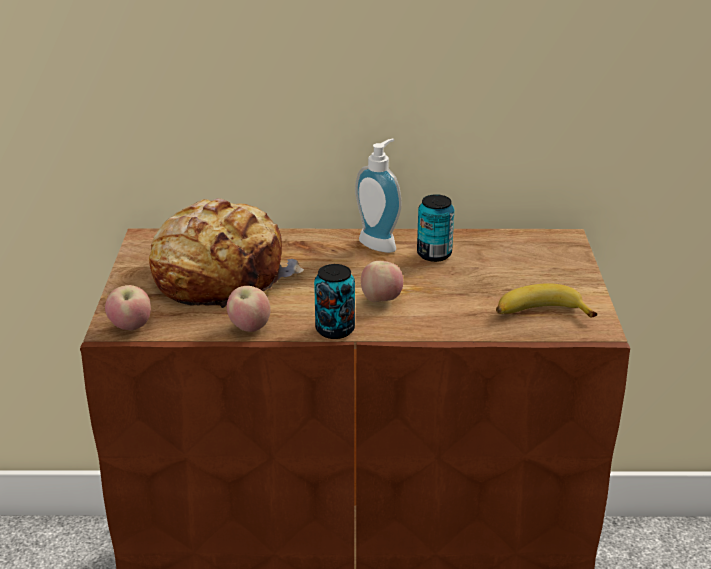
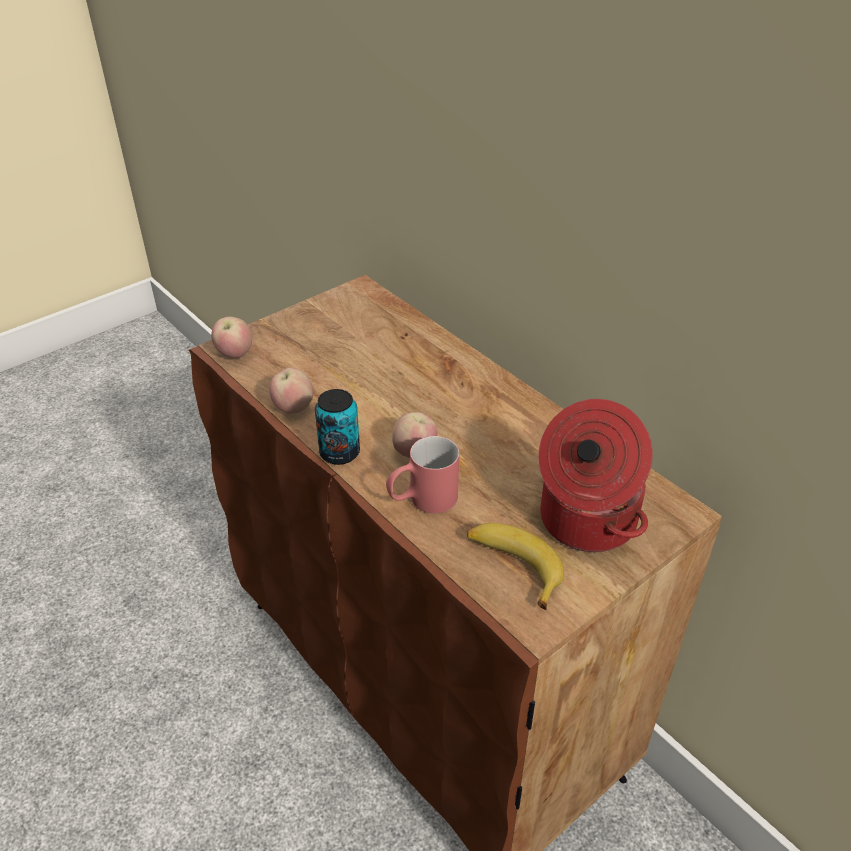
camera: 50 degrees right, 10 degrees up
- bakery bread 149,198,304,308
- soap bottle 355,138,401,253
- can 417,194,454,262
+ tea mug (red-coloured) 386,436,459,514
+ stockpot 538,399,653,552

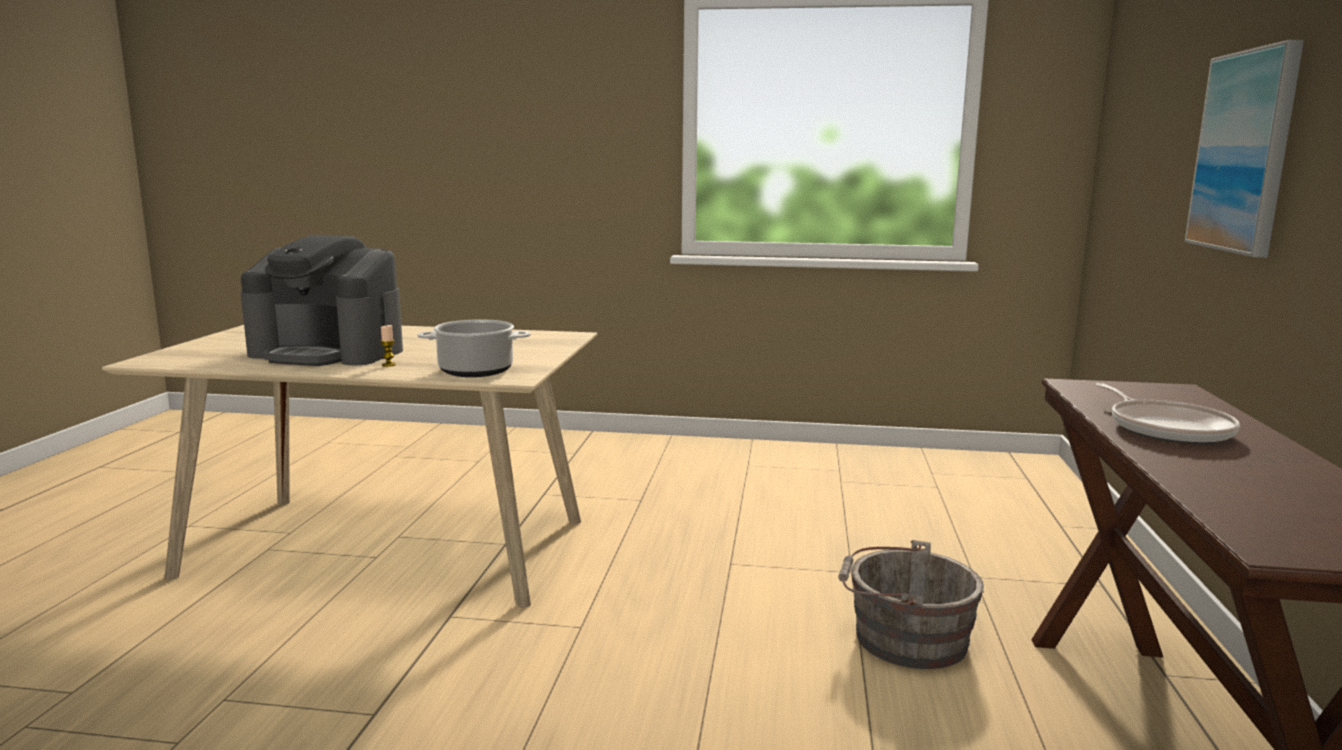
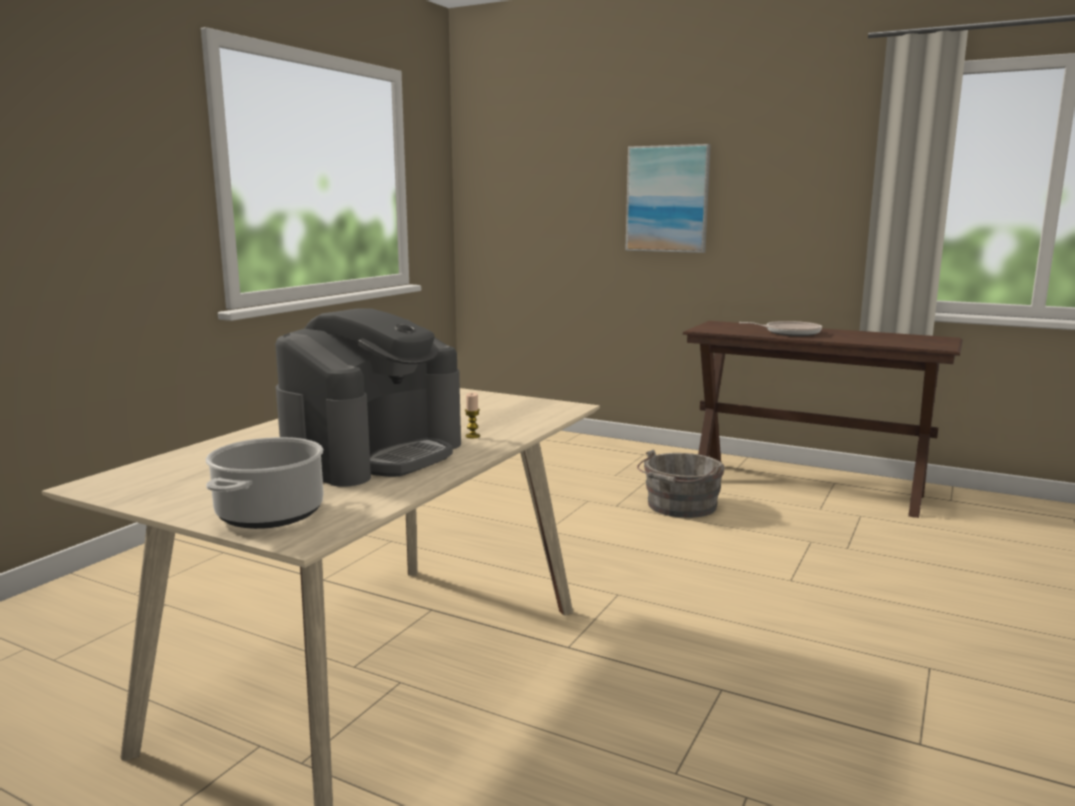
camera: 70 degrees left, 0 degrees up
~ stockpot 417,319,531,377 to 206,437,323,529

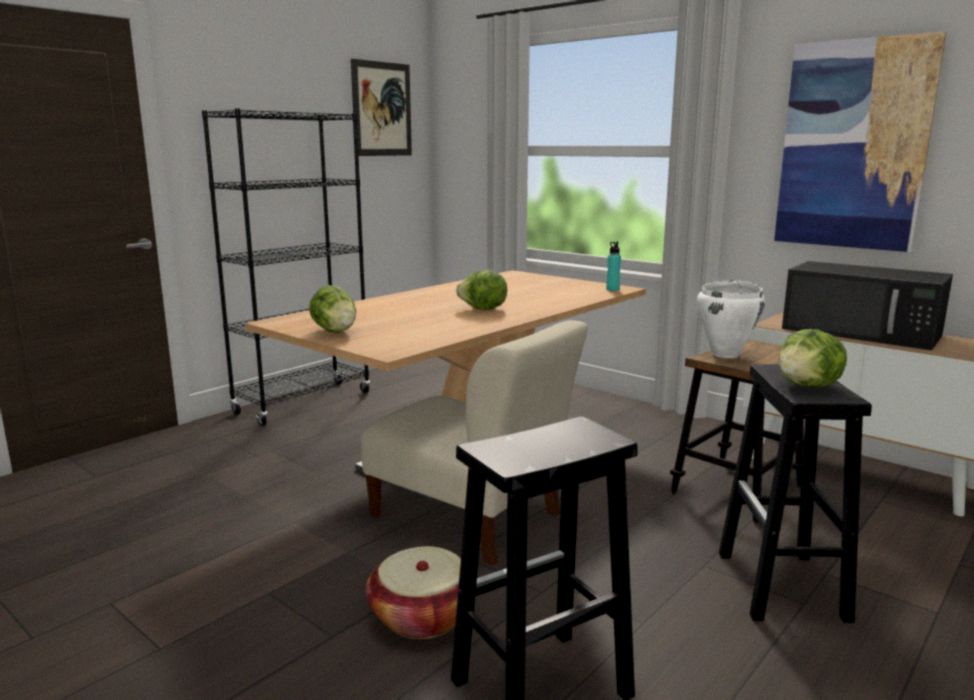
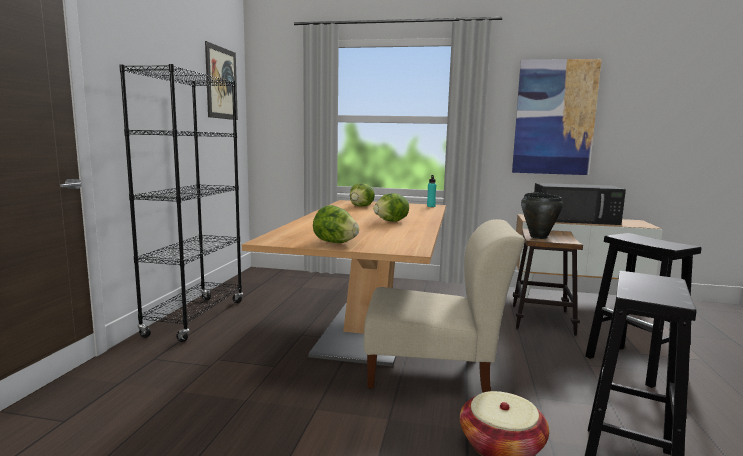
camera: 30 degrees left, 5 degrees down
~ stockpot (white-coloured) 697,280,765,358 to stockpot (black) 521,192,563,239
~ lettuce head 779,329,847,387 to 350,183,375,206

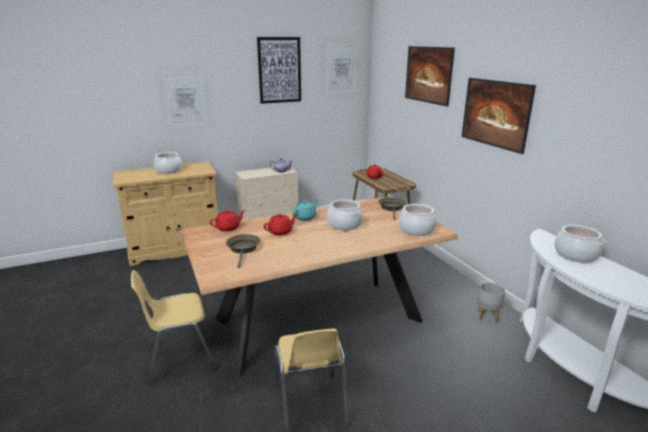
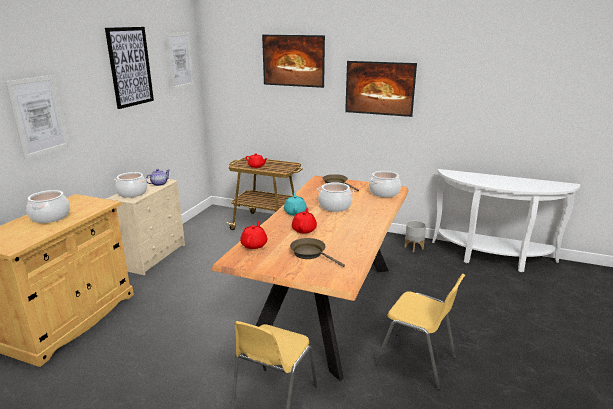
camera: 45 degrees left, 0 degrees up
~ stockpot 555,225,607,263 to 114,172,147,198

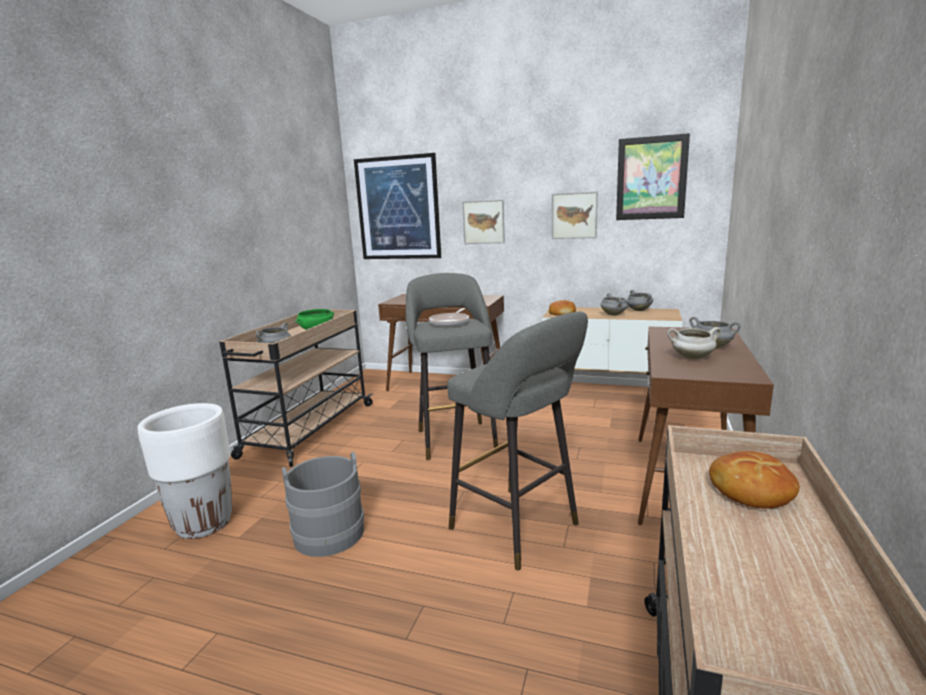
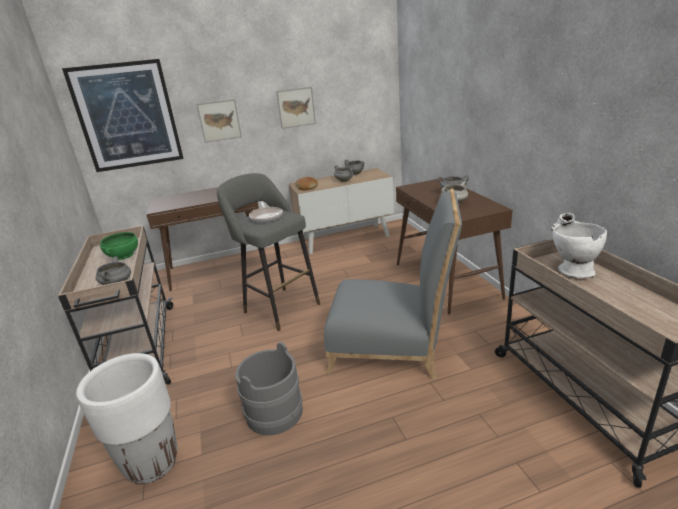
camera: 35 degrees left, 10 degrees up
~ stool (gray) 447,311,588,570 to plain chair (gray) 324,188,462,379
- picture 616,133,690,220
~ bakery bread 709,451,800,508 to vase (white-coloured) 551,213,607,278

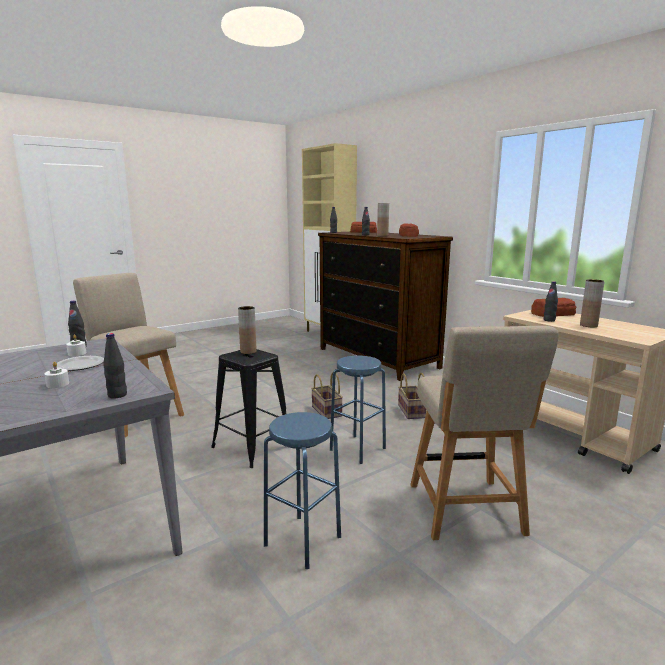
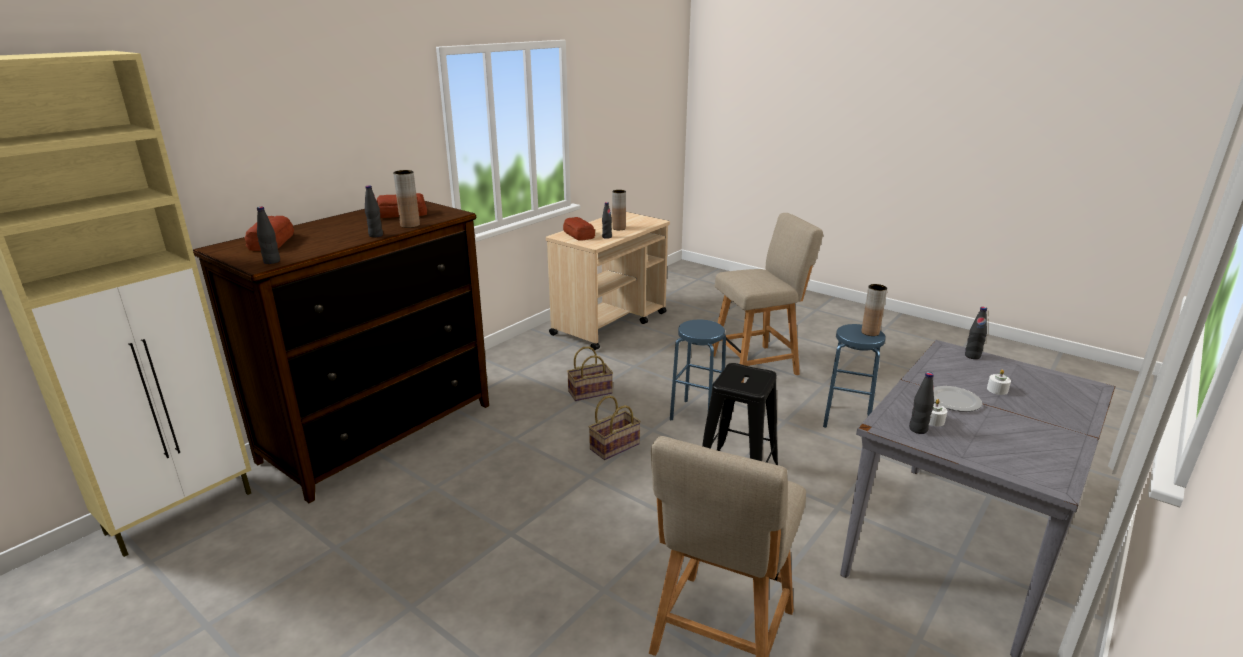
camera: 105 degrees left, 10 degrees up
~ vase (brown-coloured) 238,306,257,354 to 861,284,887,336

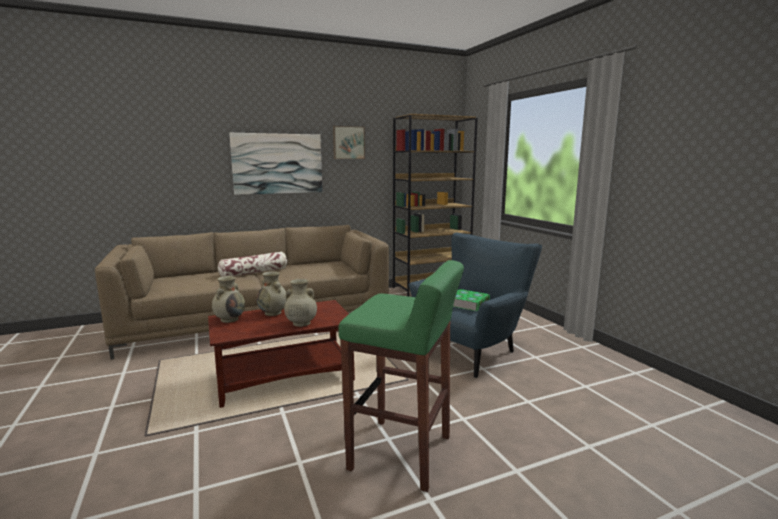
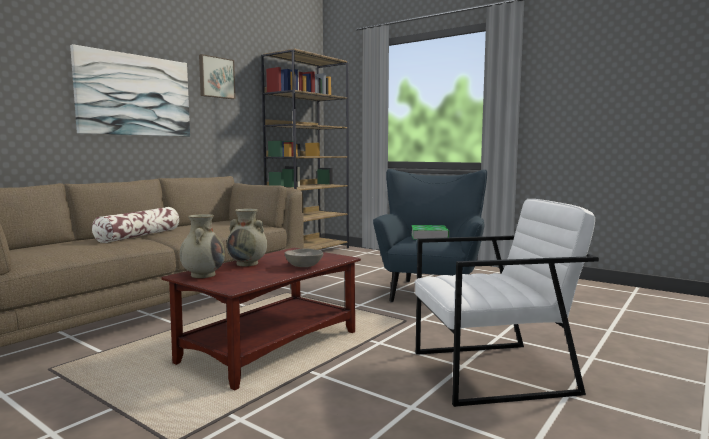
camera: 30 degrees left, 5 degrees down
~ vase (beige-coloured) 284,279,317,327 to serving bowl (gray) 284,249,323,267
~ stool (greenish) 339,260,464,492 to armchair (white-coloured) 415,199,599,407

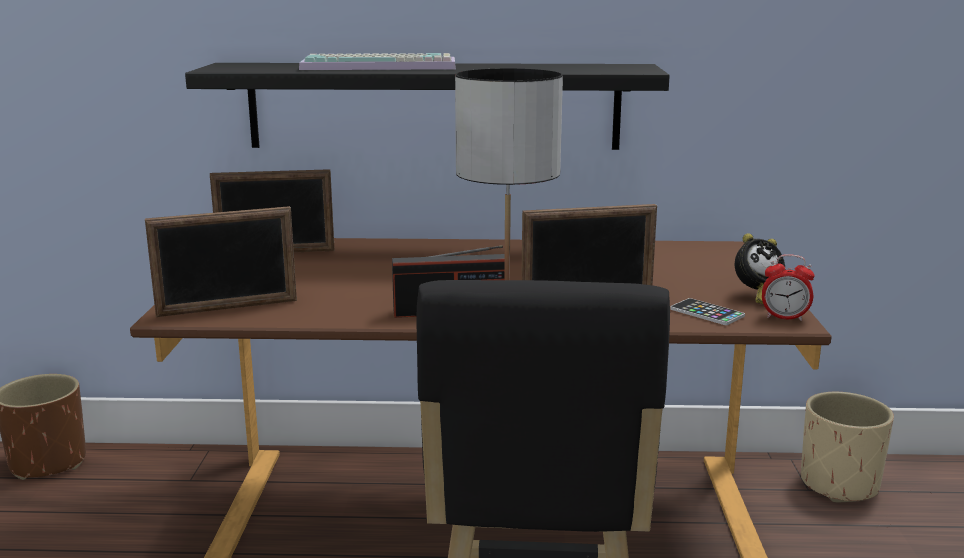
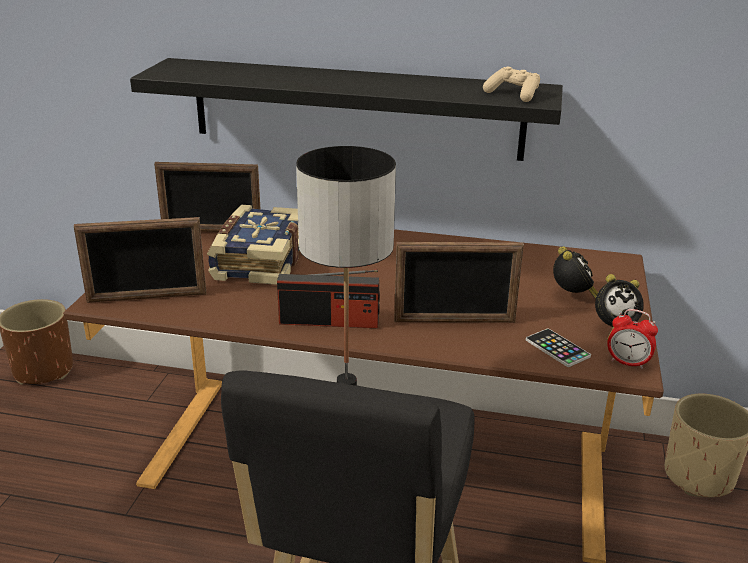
camera: 10 degrees right, 10 degrees up
- keyboard 299,53,456,70
+ bound book 207,205,300,285
+ game controller (beige-coloured) 483,67,540,102
+ table clock 553,246,598,299

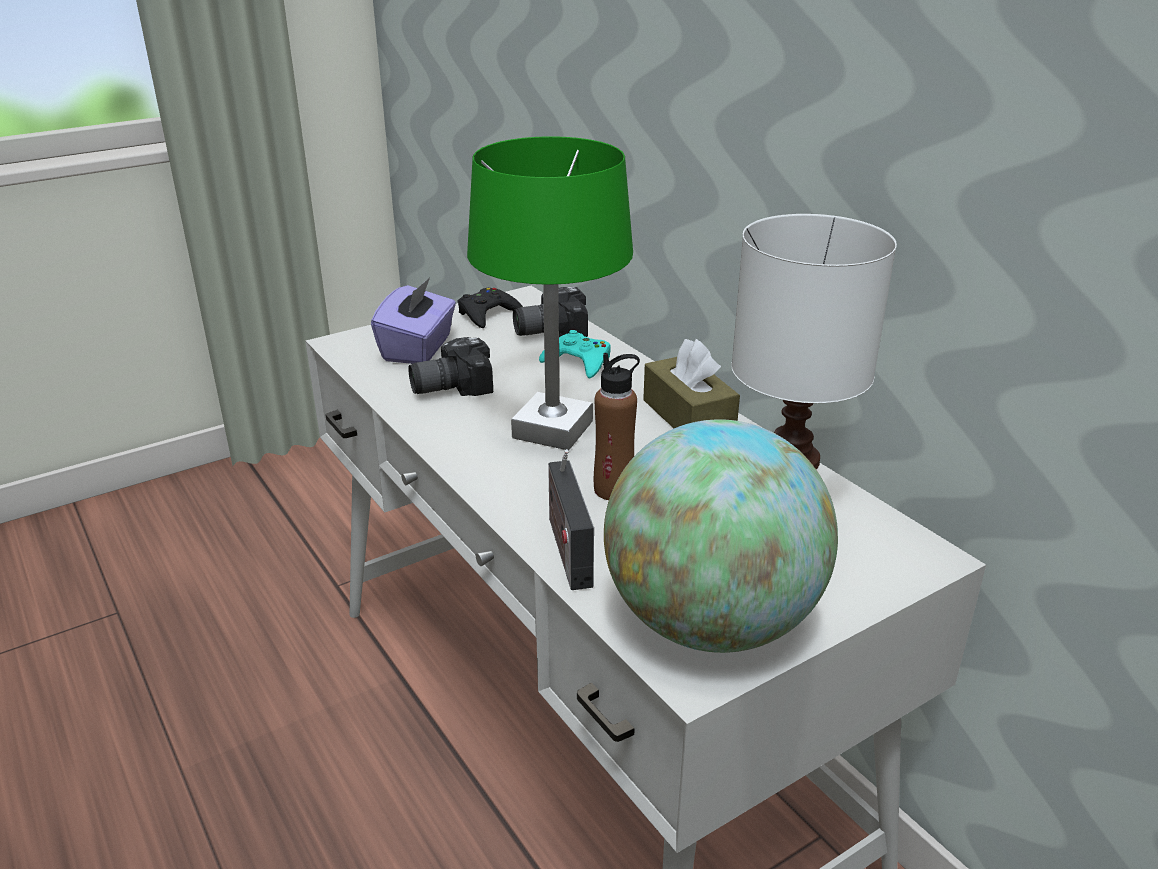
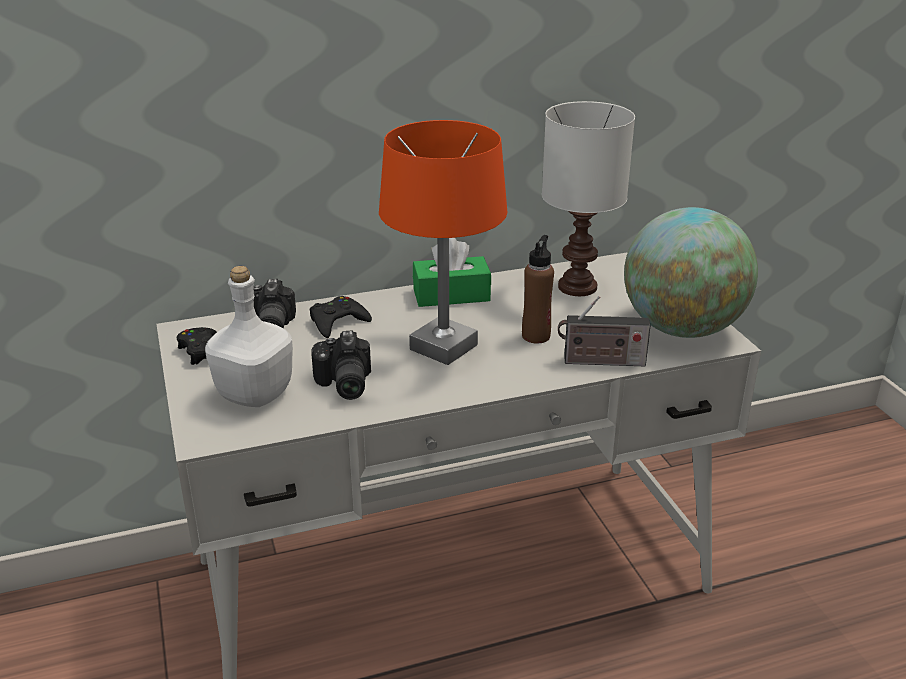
camera: 75 degrees left, 0 degrees up
~ box of tissues (purplish) 371,277,456,364 to bottle (white-coloured) 205,266,293,407
~ table lamp (greenish) 467,136,633,450 to table lamp (orangey) 379,120,507,365
~ game controller (turquoise-coloured) 539,330,611,378 to game controller (black) 310,296,372,338
~ box of tissues (brown-coloured) 643,339,740,428 to box of tissues (greenish) 413,238,491,307

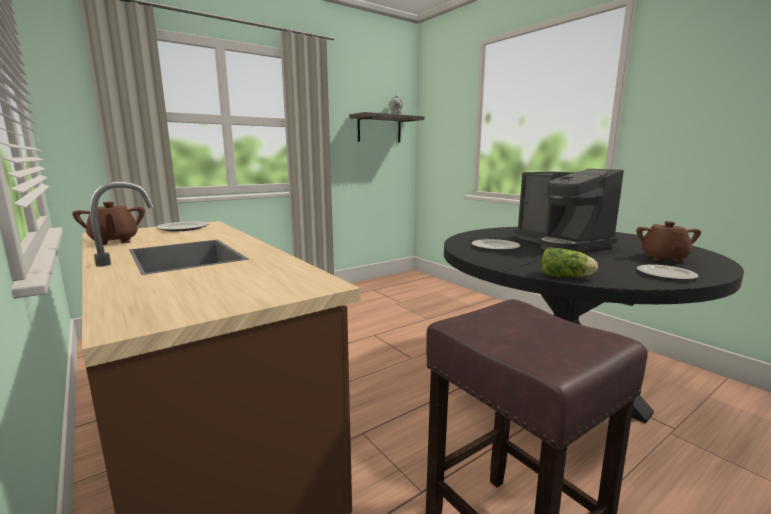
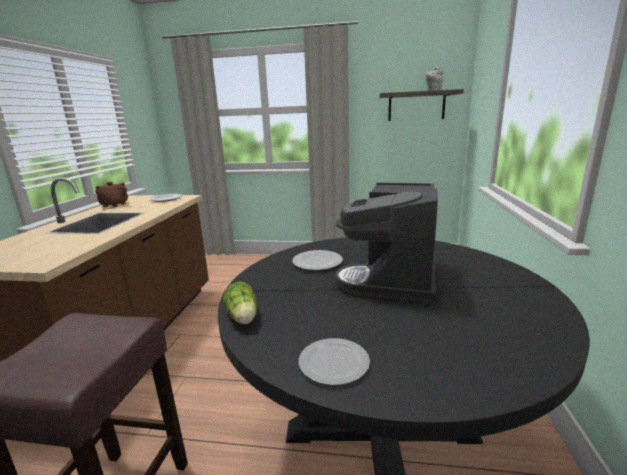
camera: 45 degrees right, 5 degrees up
- tea pot (brown-coloured) 636,221,701,262

